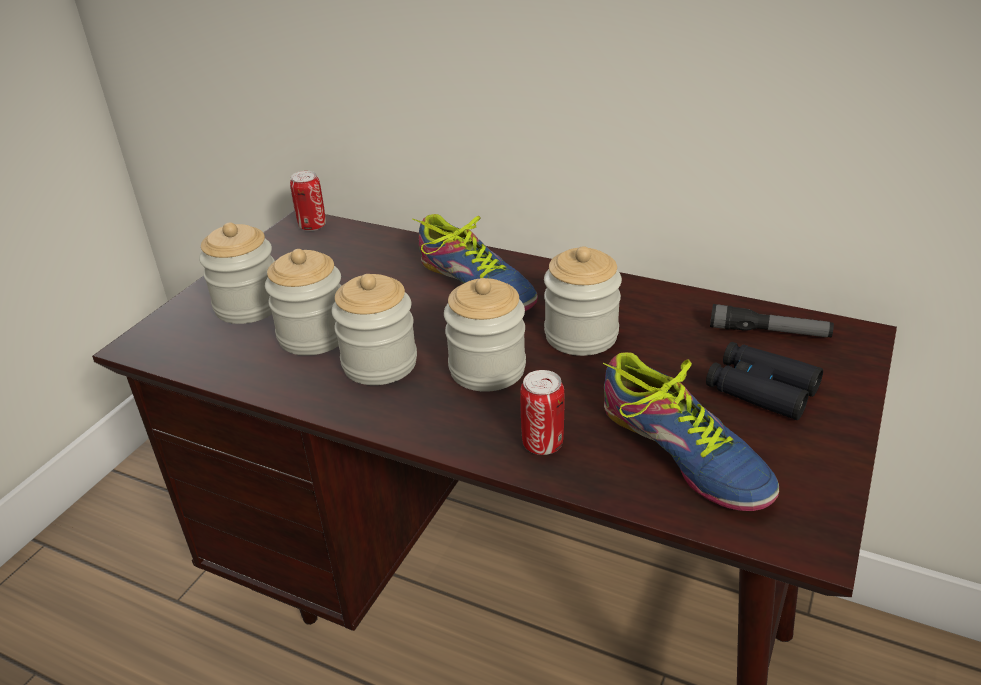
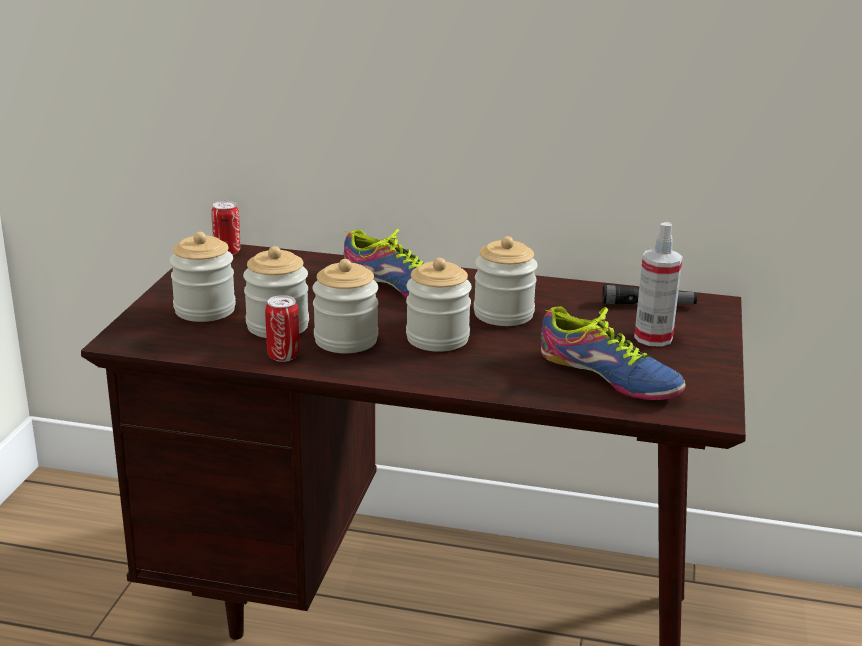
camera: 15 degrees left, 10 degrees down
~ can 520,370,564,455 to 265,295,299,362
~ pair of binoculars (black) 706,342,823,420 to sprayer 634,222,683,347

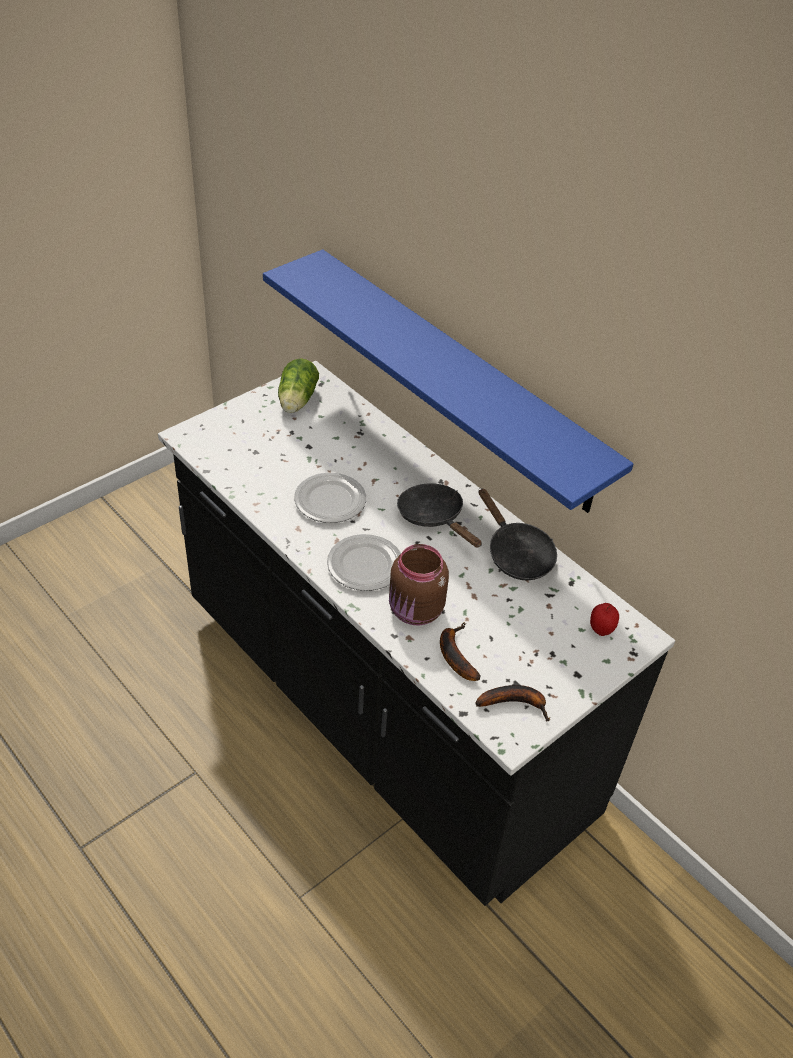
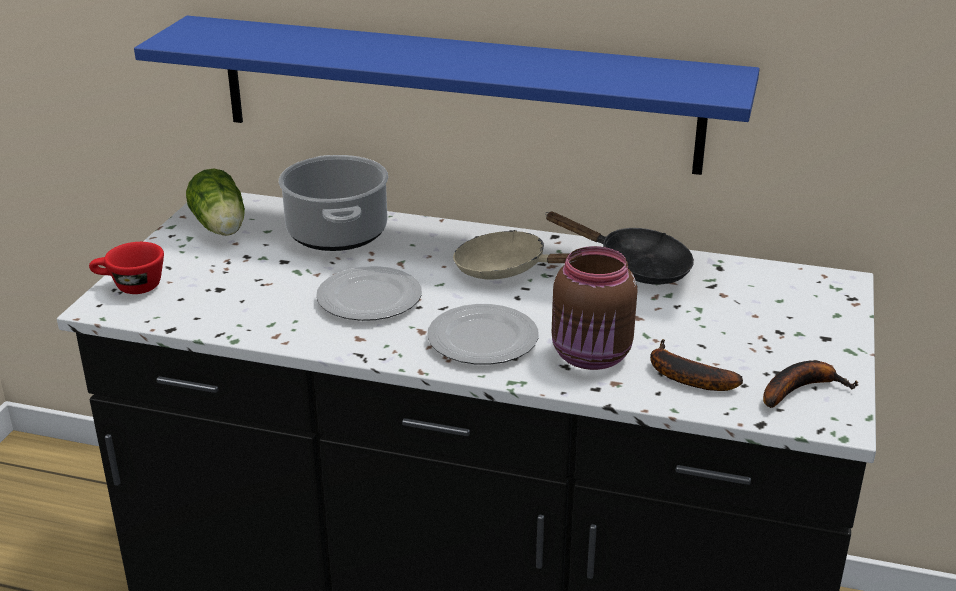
camera: 30 degrees left, 15 degrees down
~ frying pan (black) 397,483,482,548 to frying pan (beige-coloured) 453,230,570,279
- apple fruit 590,603,619,636
+ small cup (red-coloured) 89,242,164,294
+ stockpot 279,155,388,251

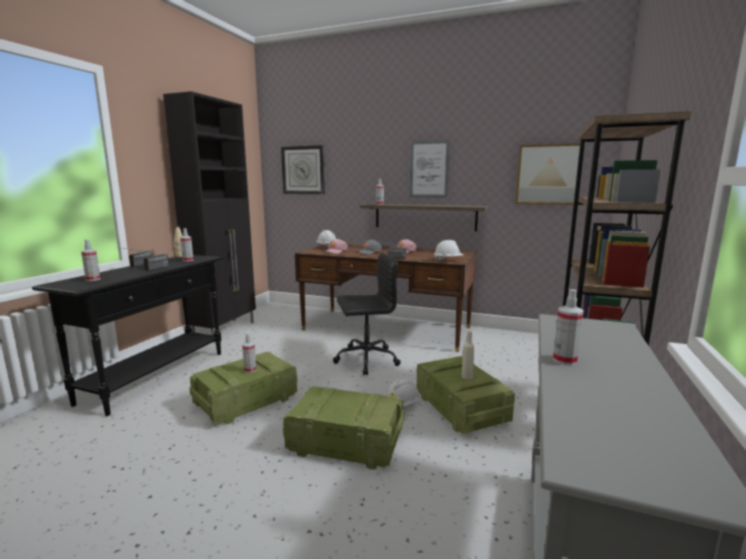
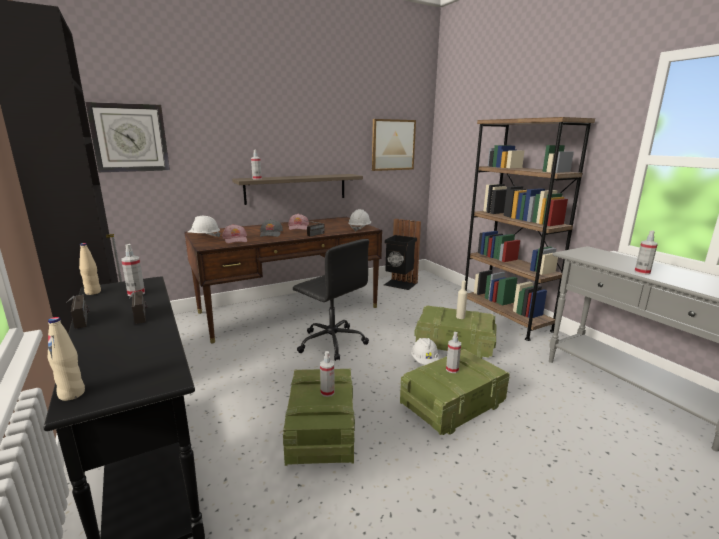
camera: 50 degrees left, 5 degrees up
~ sprayer 81,239,100,281 to 446,332,461,373
~ desk chair (black) 333,253,401,375 = 293,239,369,361 105 degrees clockwise
- picture 410,140,450,198
+ bottle (beige-coloured) 48,317,85,401
+ rubbish bin (black) 384,219,421,290

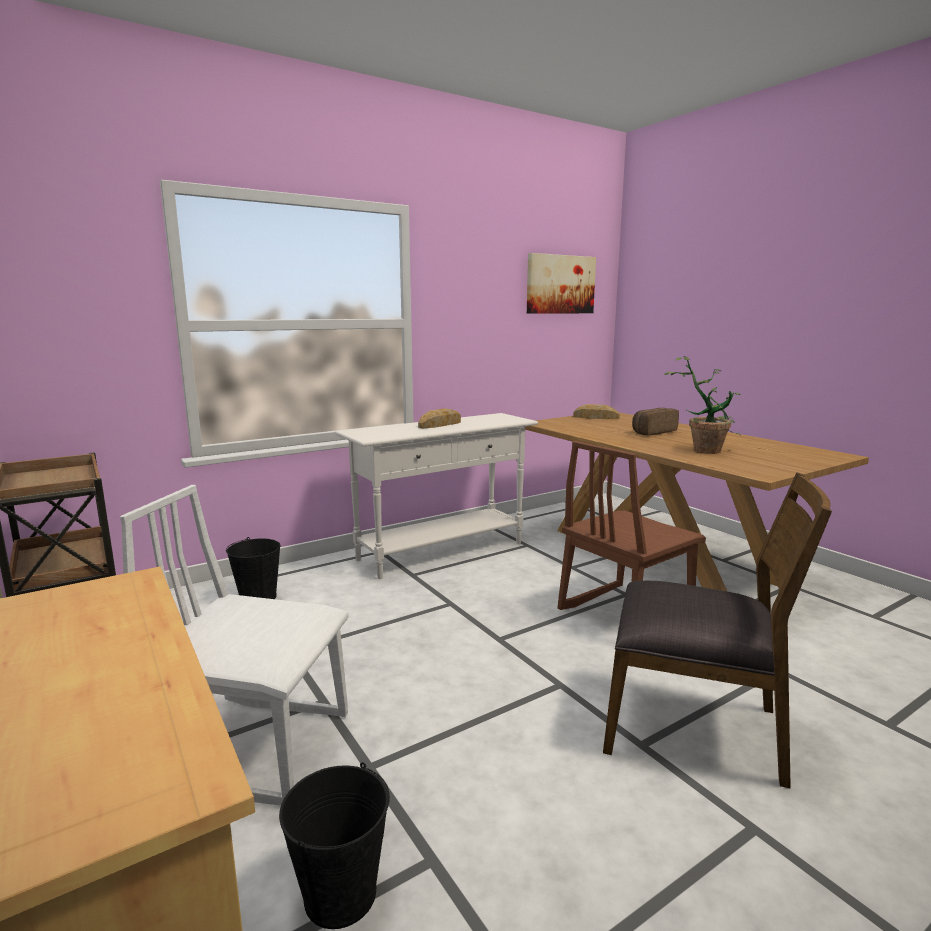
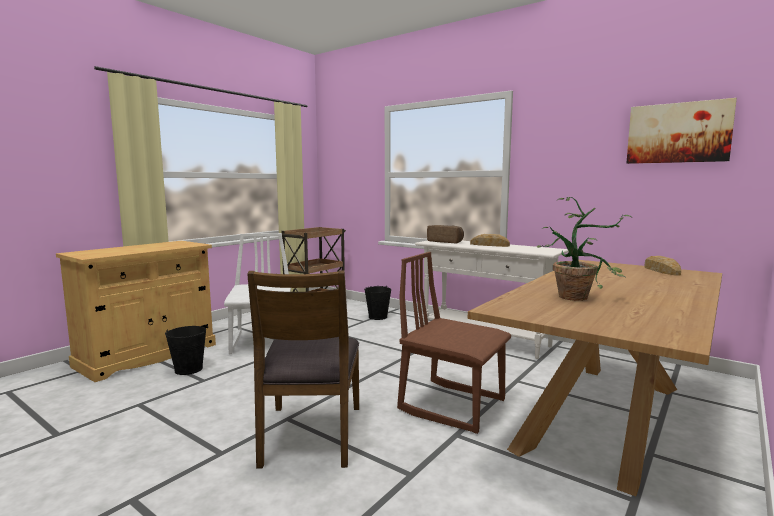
camera: 70 degrees right, 5 degrees down
~ bakery bread 632,408,679,435 to 427,225,464,243

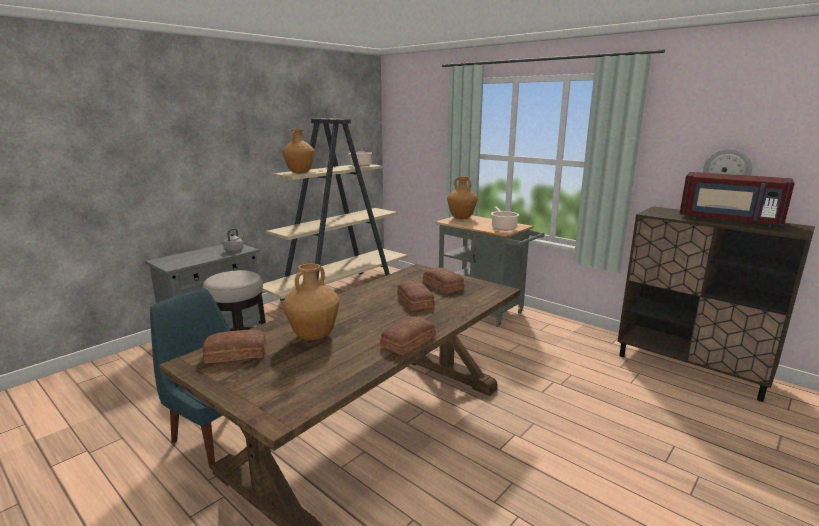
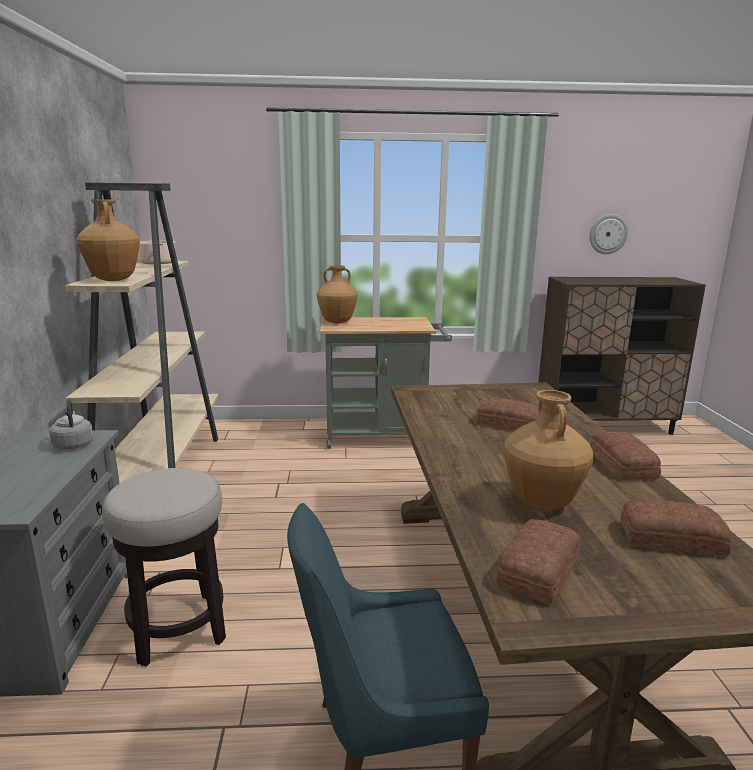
camera: 45 degrees left, 0 degrees up
~ bakery bread 423,268,464,293 to 621,499,731,557
- stockpot 491,207,519,231
- kitchen microwave (red-coloured) 679,172,795,227

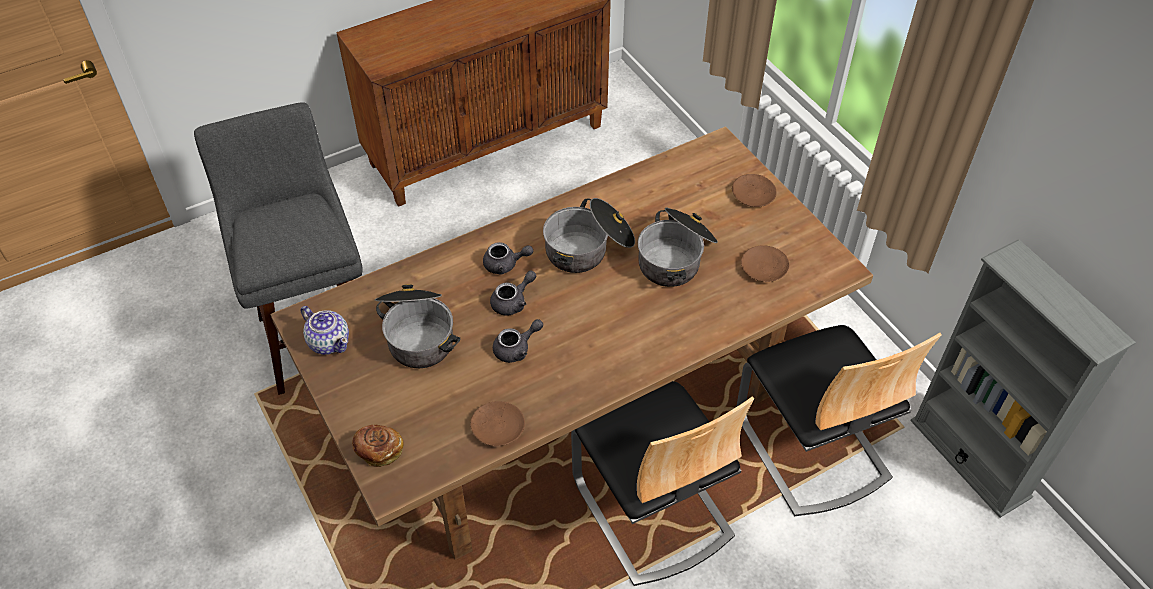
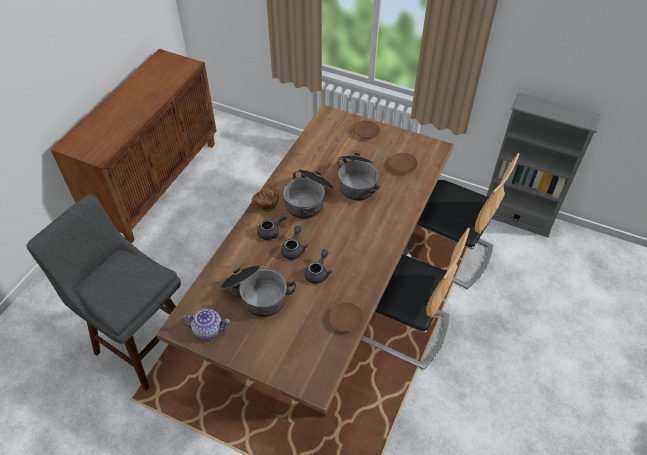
camera: 35 degrees left, 0 degrees up
~ bakery bread 352,425,404,467 to 252,190,279,212

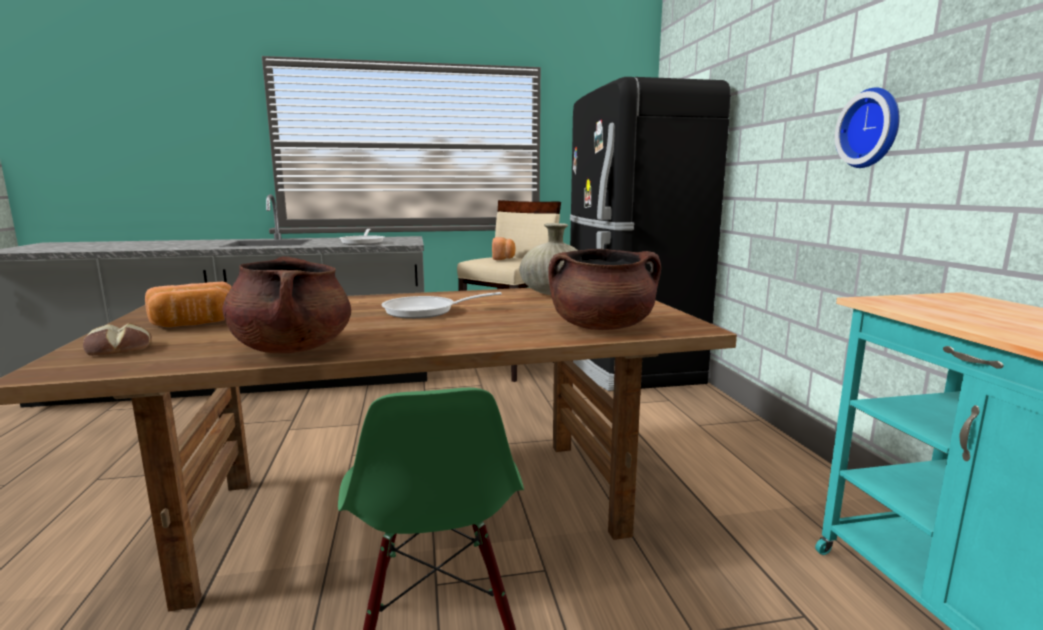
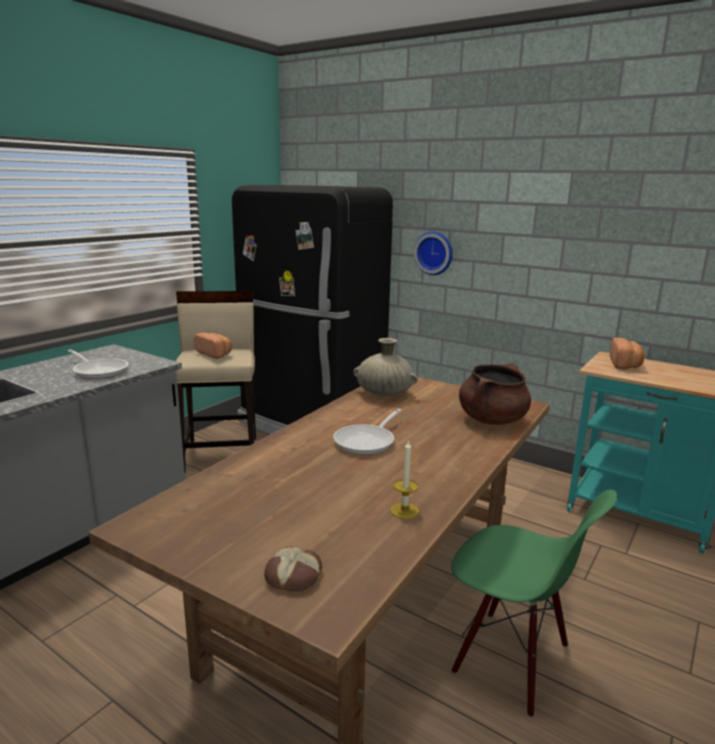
camera: 45 degrees left, 5 degrees up
~ bakery bread 145,282,232,327 to 610,338,645,369
~ stockpot (brown-coloured) 222,256,351,353 to wax candle 390,439,419,519
~ clock on the wall 835,87,900,168 to 414,231,453,275

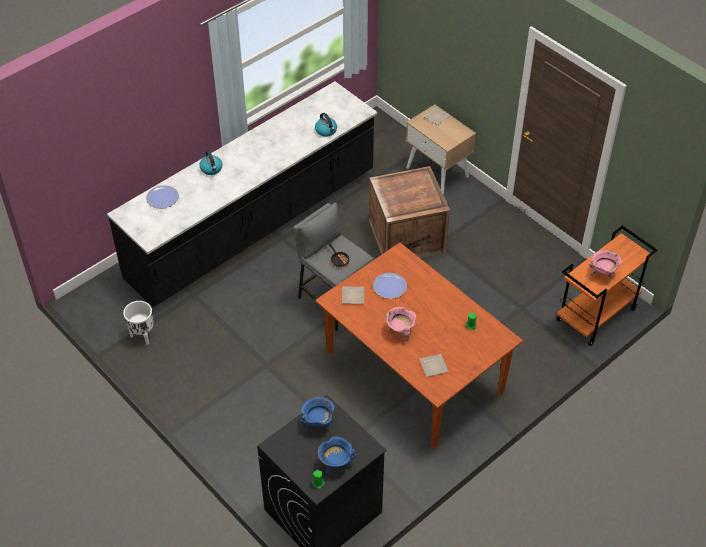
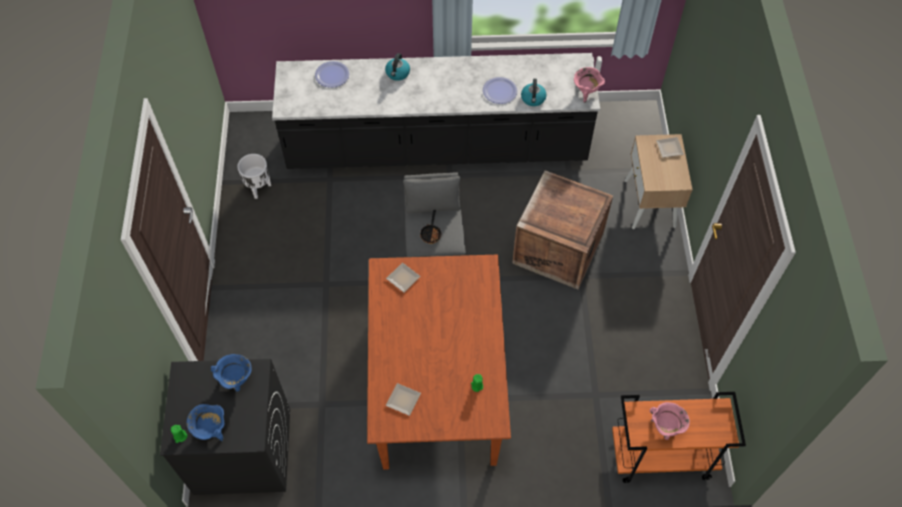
camera: 40 degrees right, 10 degrees up
~ dinner plate 373,273,407,299 to 483,77,518,104
~ stockpot (pink) 385,307,416,341 to 574,67,605,103

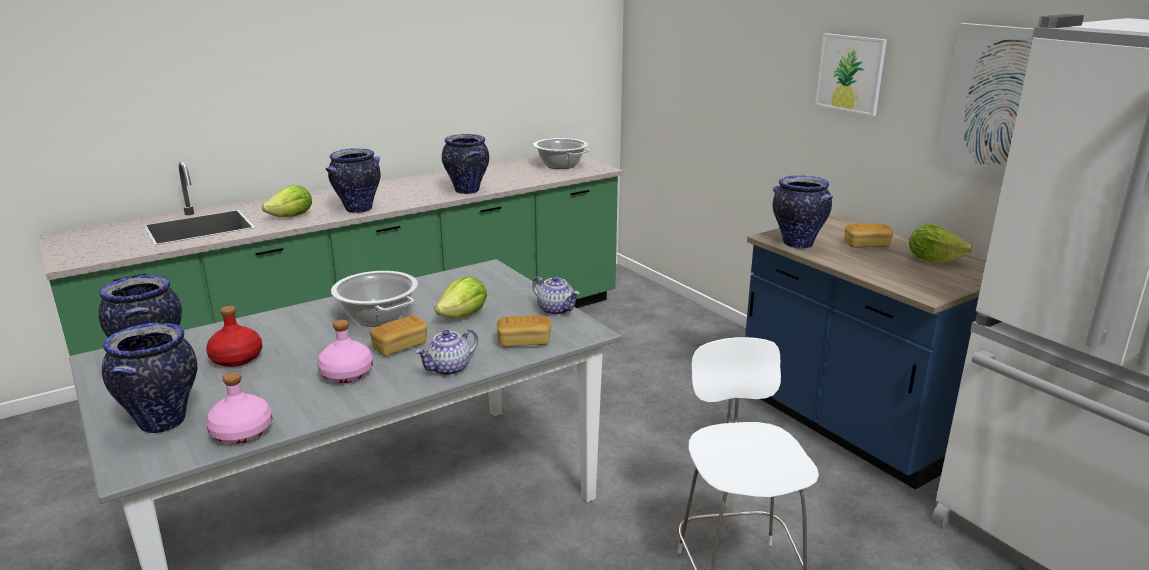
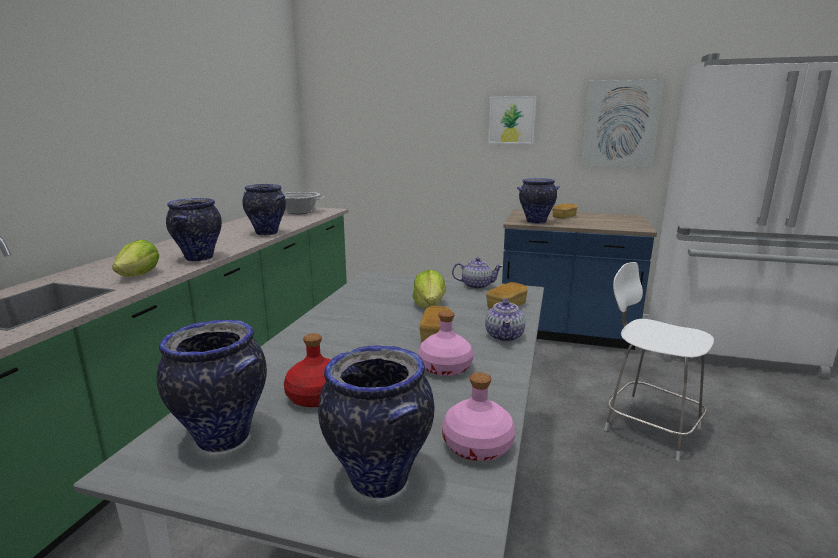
camera: 40 degrees left, 5 degrees down
- stockpot 331,271,418,327
- lettuce head 909,224,972,264

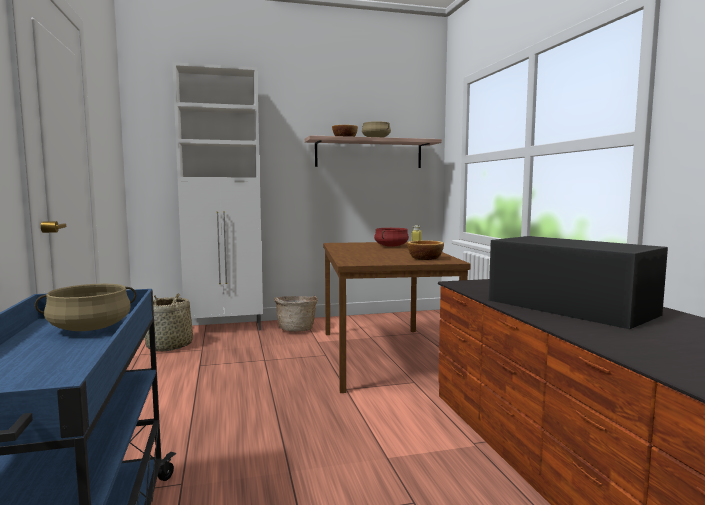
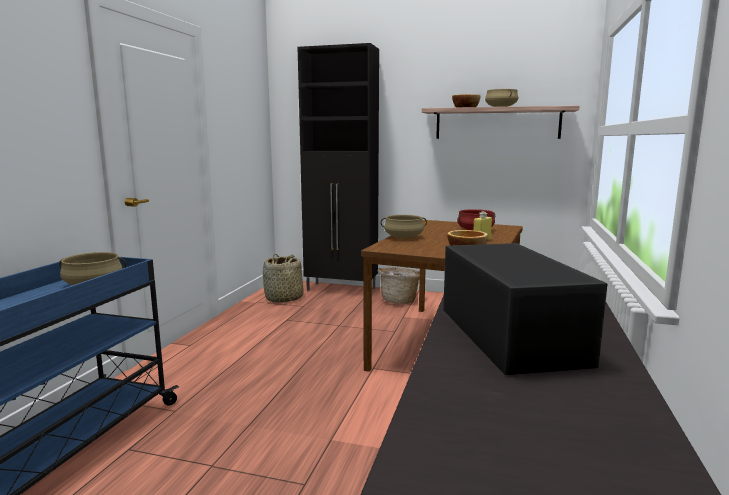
camera: 30 degrees right, 5 degrees up
~ storage cabinet (white-coloured) 172,62,263,330 to storage cabinet (black) 298,43,379,291
+ stockpot (beige-coloured) 380,215,427,238

